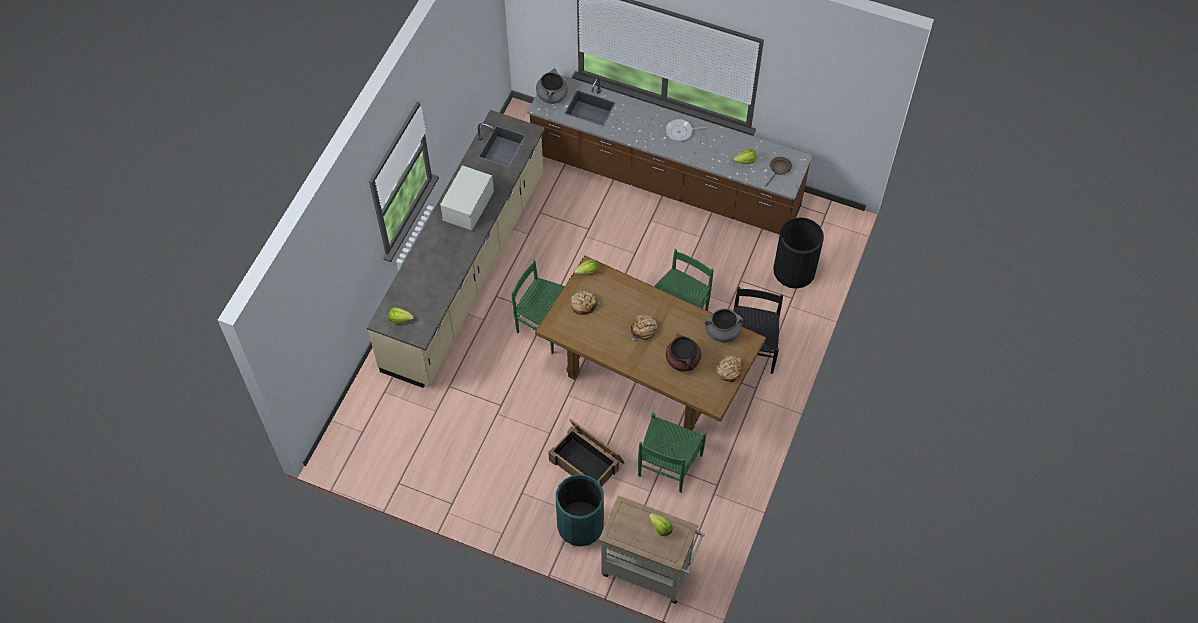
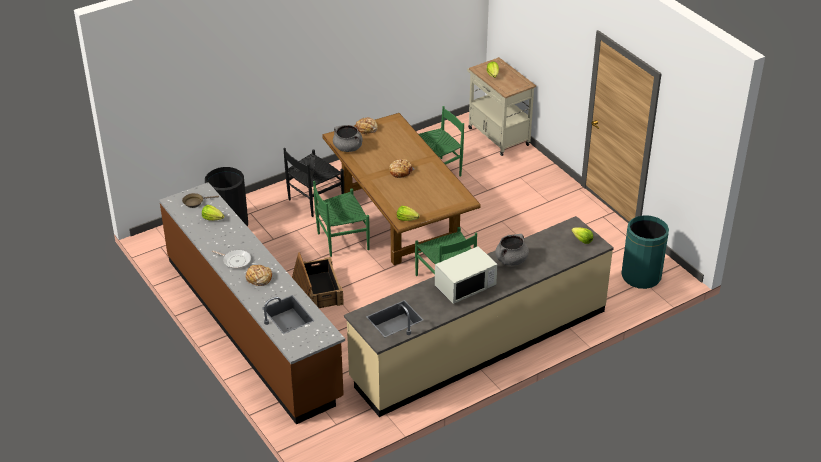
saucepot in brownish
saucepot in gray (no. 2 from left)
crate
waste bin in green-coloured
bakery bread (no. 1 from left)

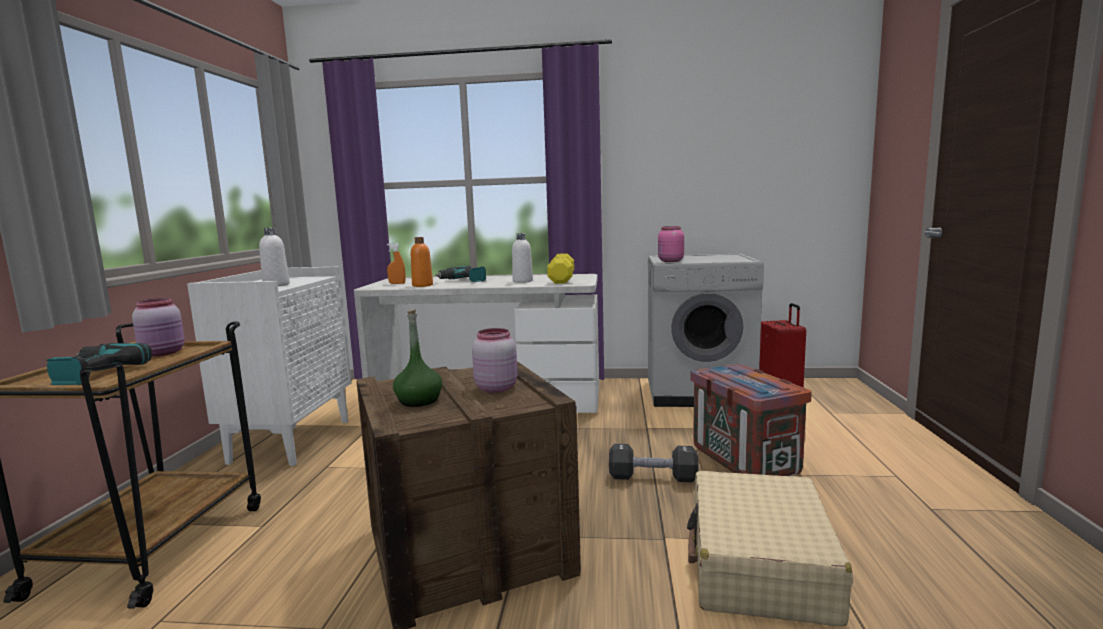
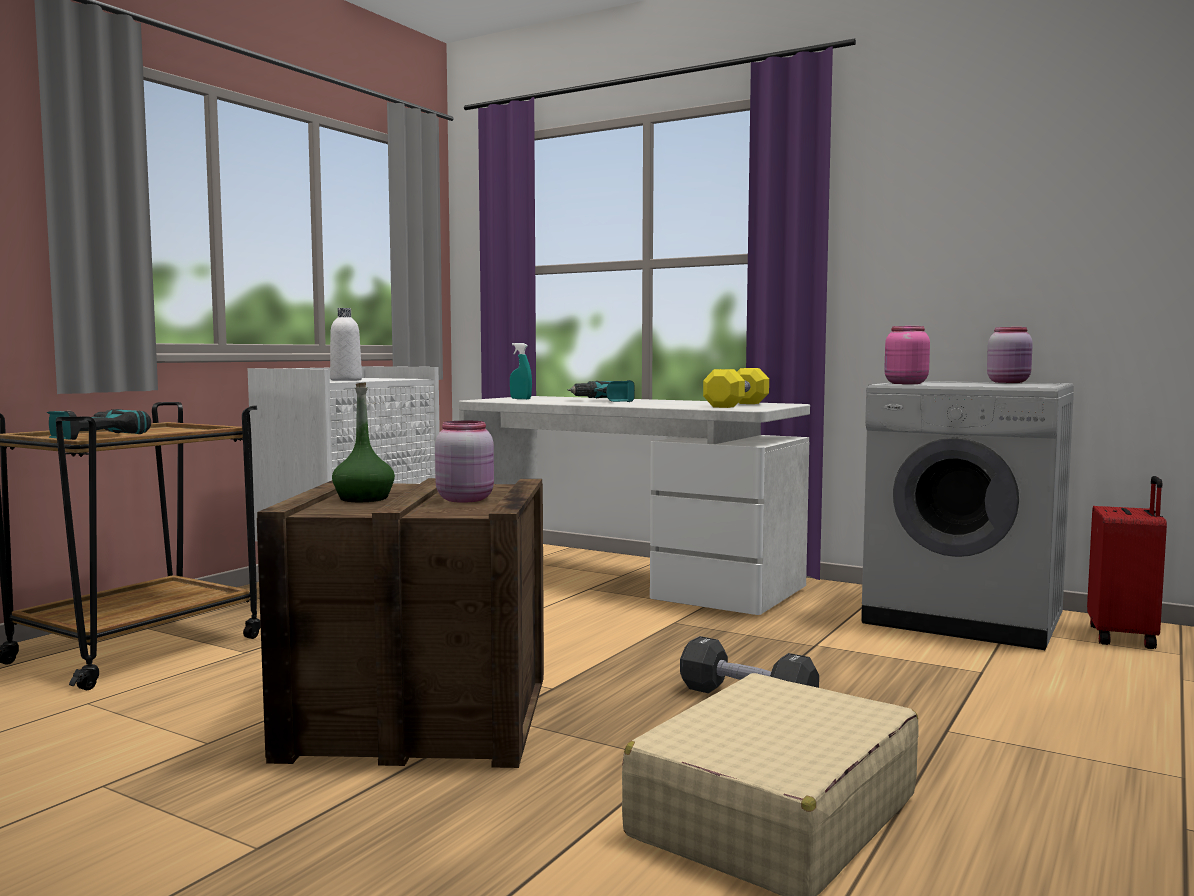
beverage bottle in orange-coloured
beverage bottle in white-coloured (no. 2 from left in the first image)
crate (no. 2 from left in the first image)
jar in pink (no. 3 from left)
spray bottle in turquoise-coloured

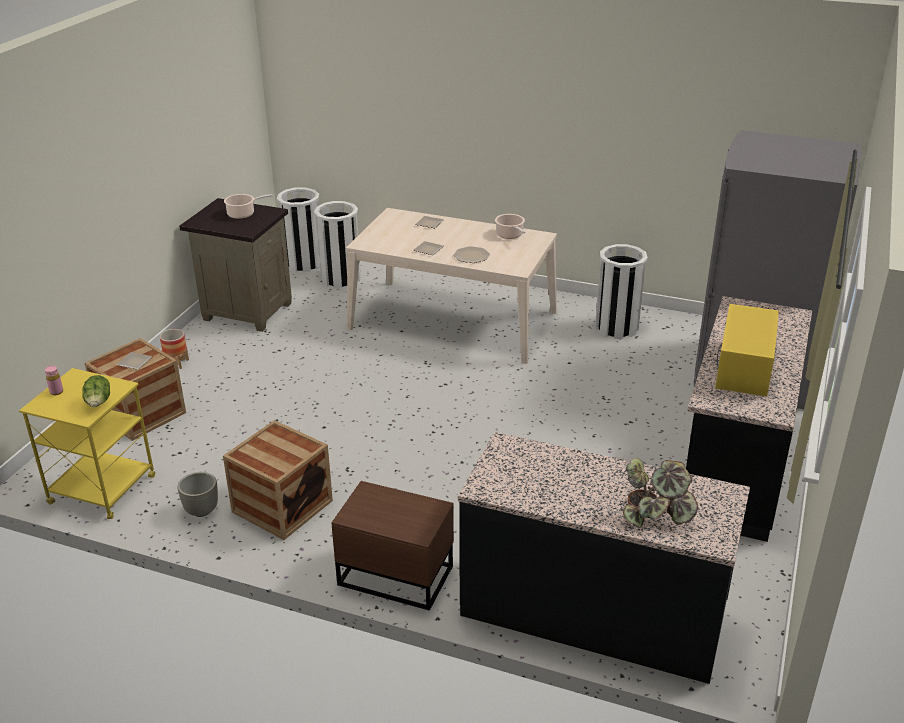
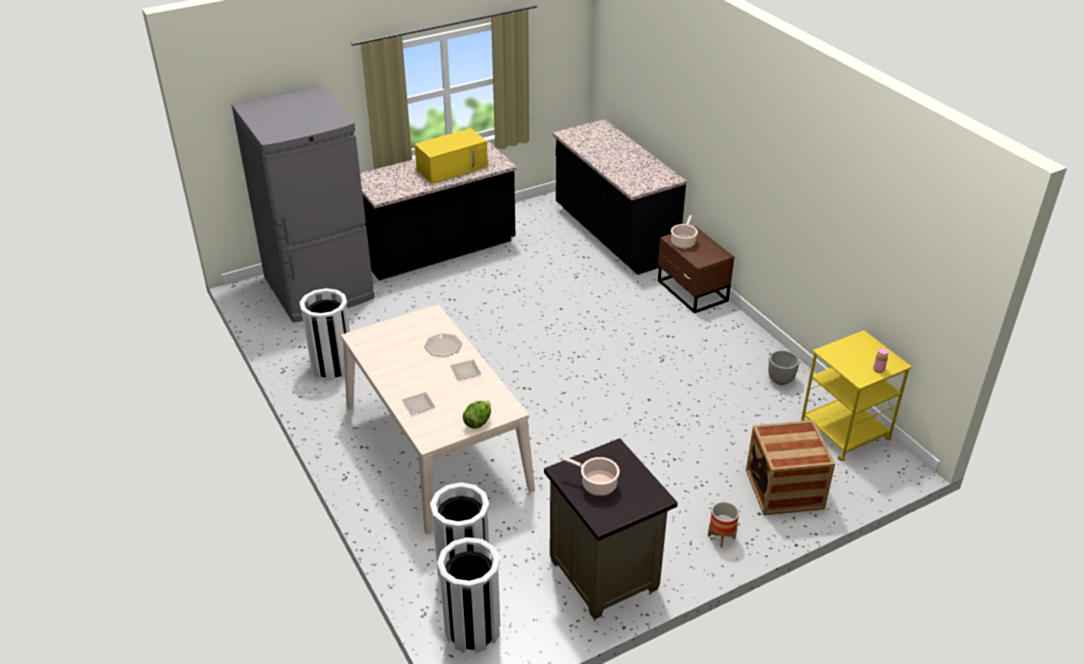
flat dish (no. 1 from left in the first image)
crate (no. 2 from left in the first image)
plant in a pot
head of lettuce
saucepot (no. 2 from left)

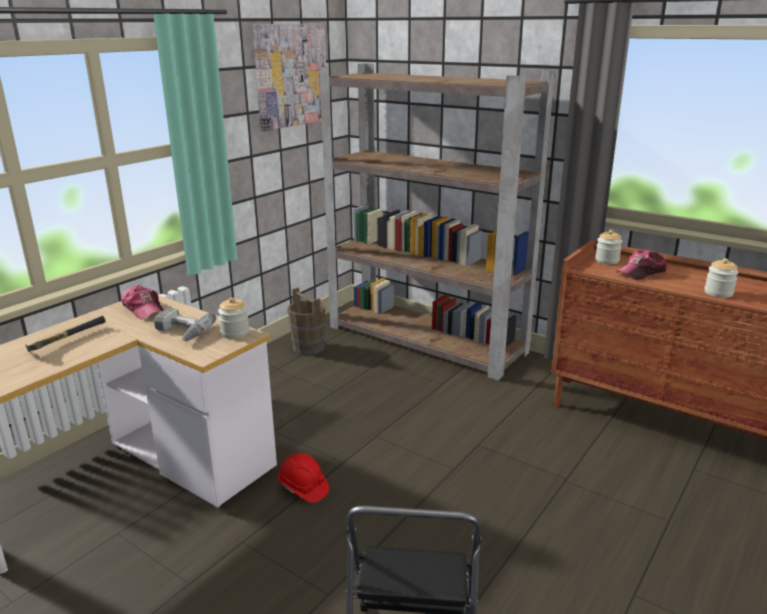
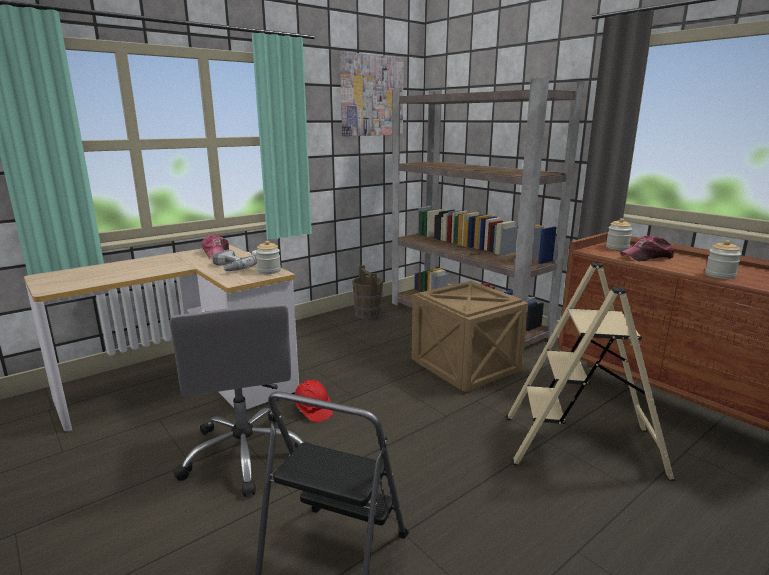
hand hammer
computer chair in gray
crate
stepladder in sand-coloured

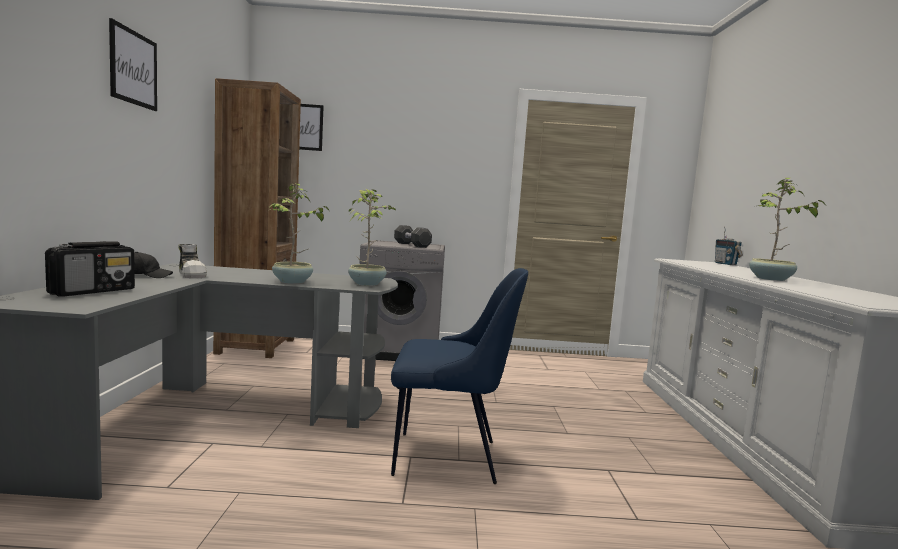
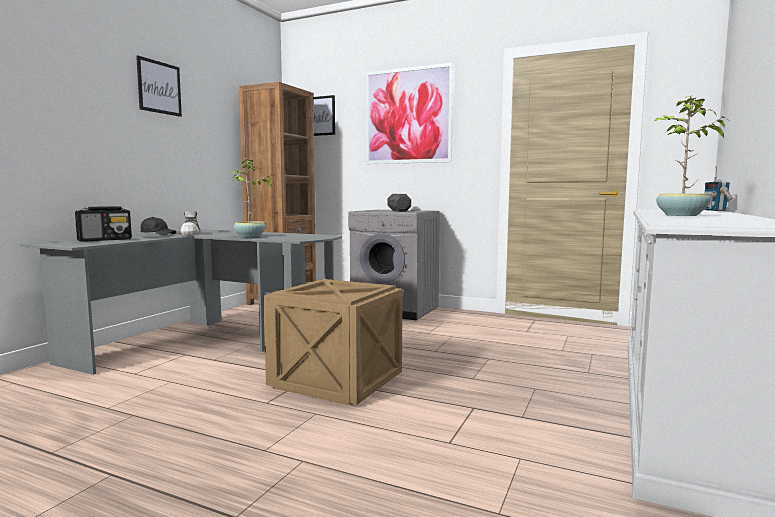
plant in a pot (no. 2 from left in the first image)
wall picture (no. 3 from left)
crate

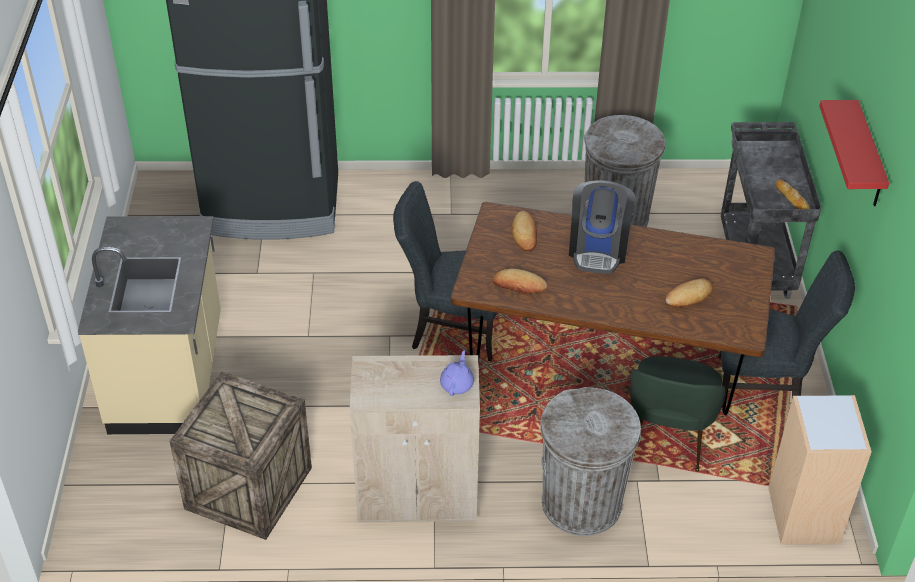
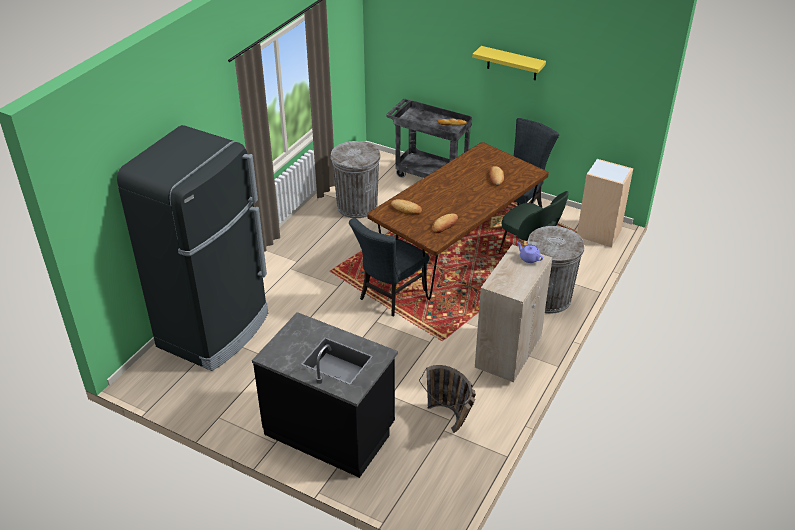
coffee machine
household basket
kitchen counter in black
bracket shelf in yellow-coloured

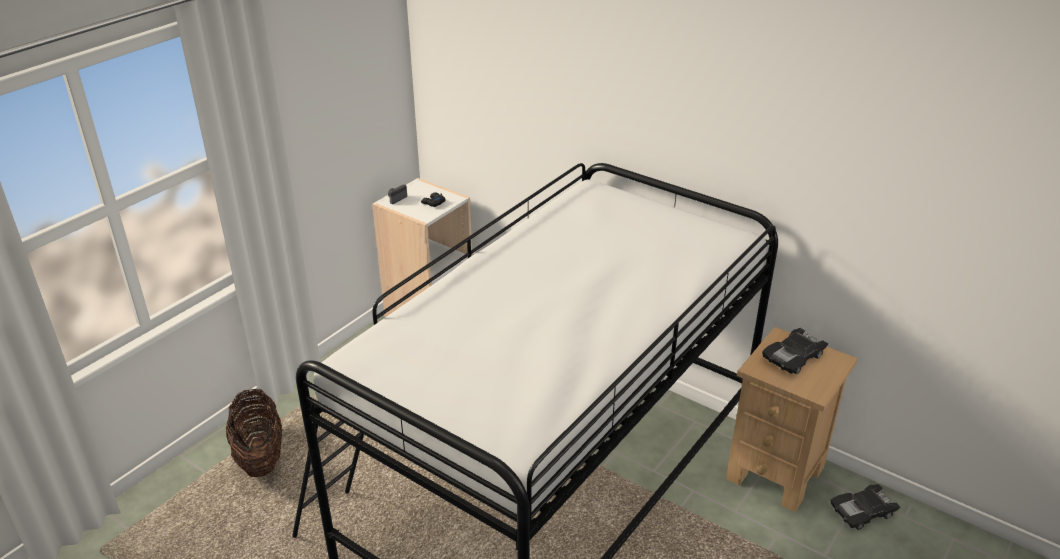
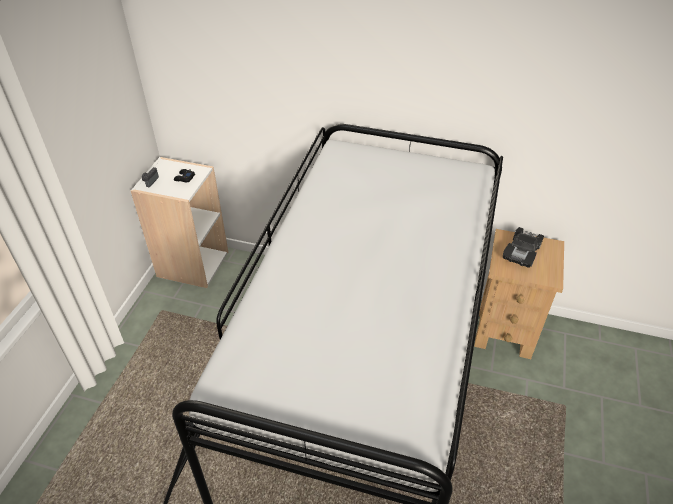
household basket
model car in black (no. 2 from left in the first image)

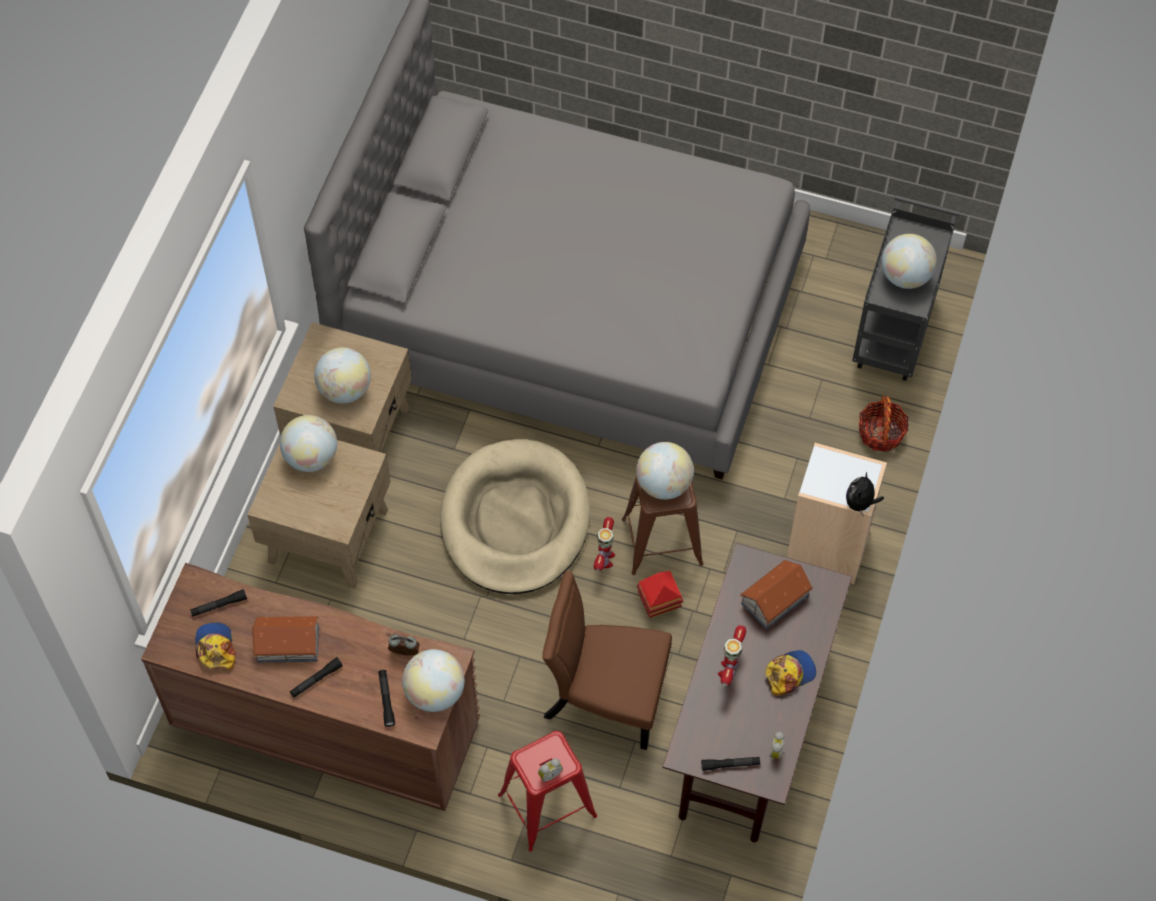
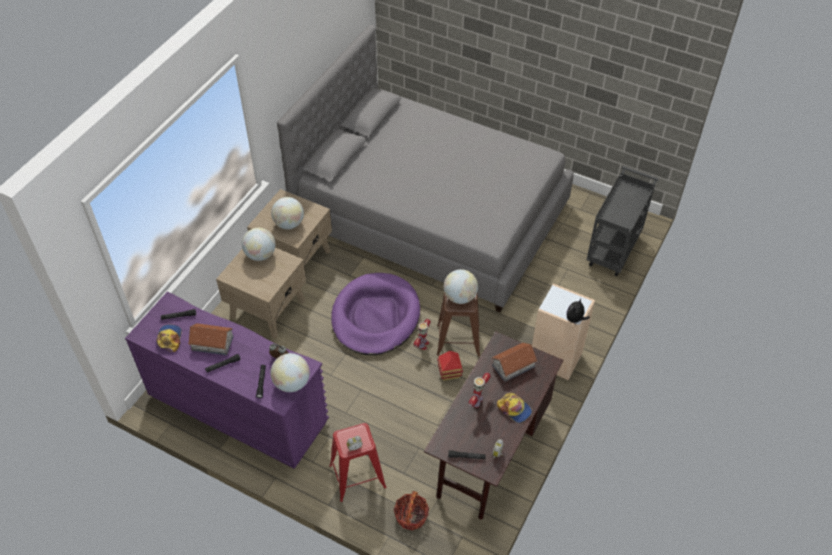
plain chair in brownish
desk globe (no. 5 from left in the first image)
household basket
dresser in purplish
dog cushion in purplish
peaked cap (no. 2 from left)

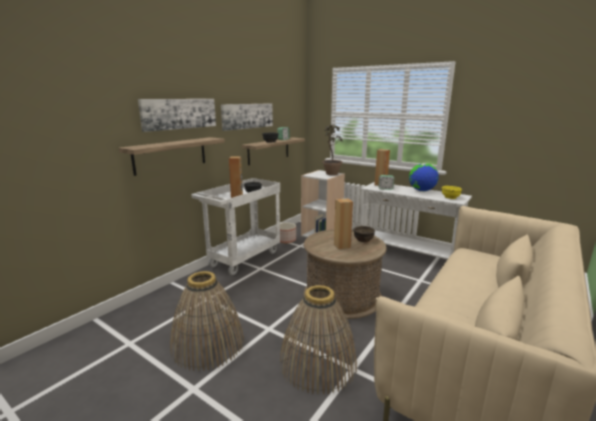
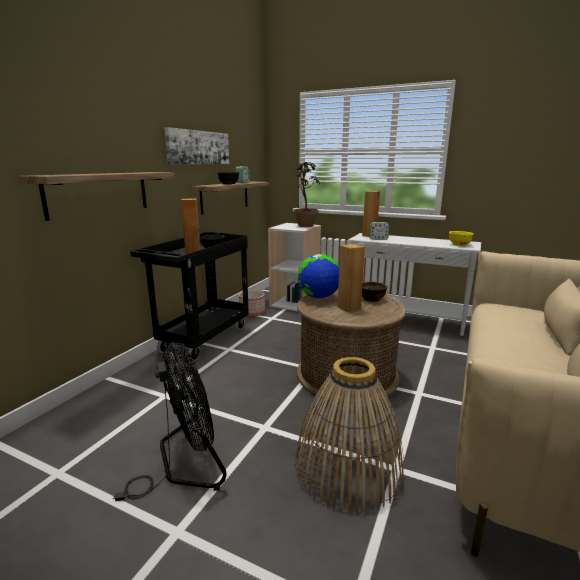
wall picture (no. 1 from left in the first image)
desk globe
fan in black
cart in black

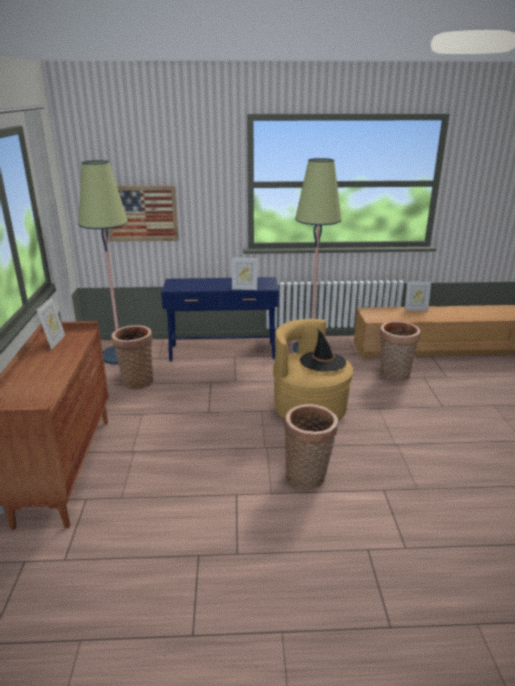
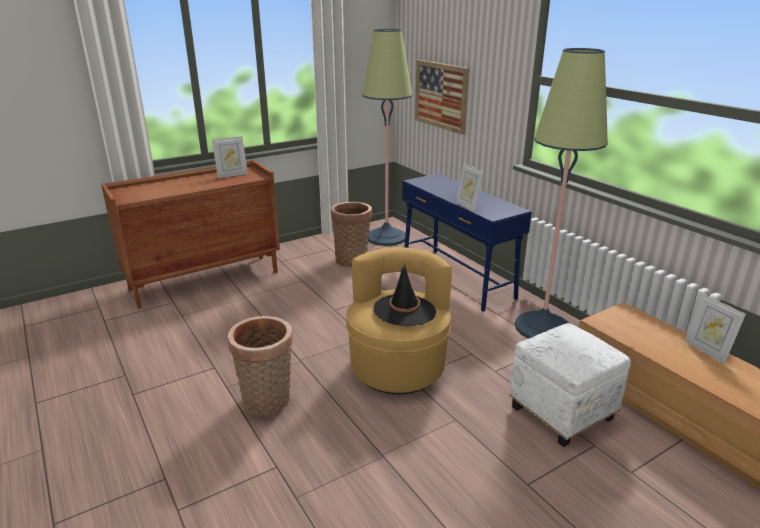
footrest in white-coloured

